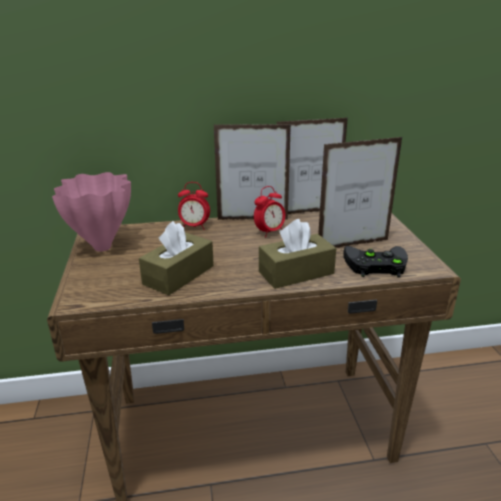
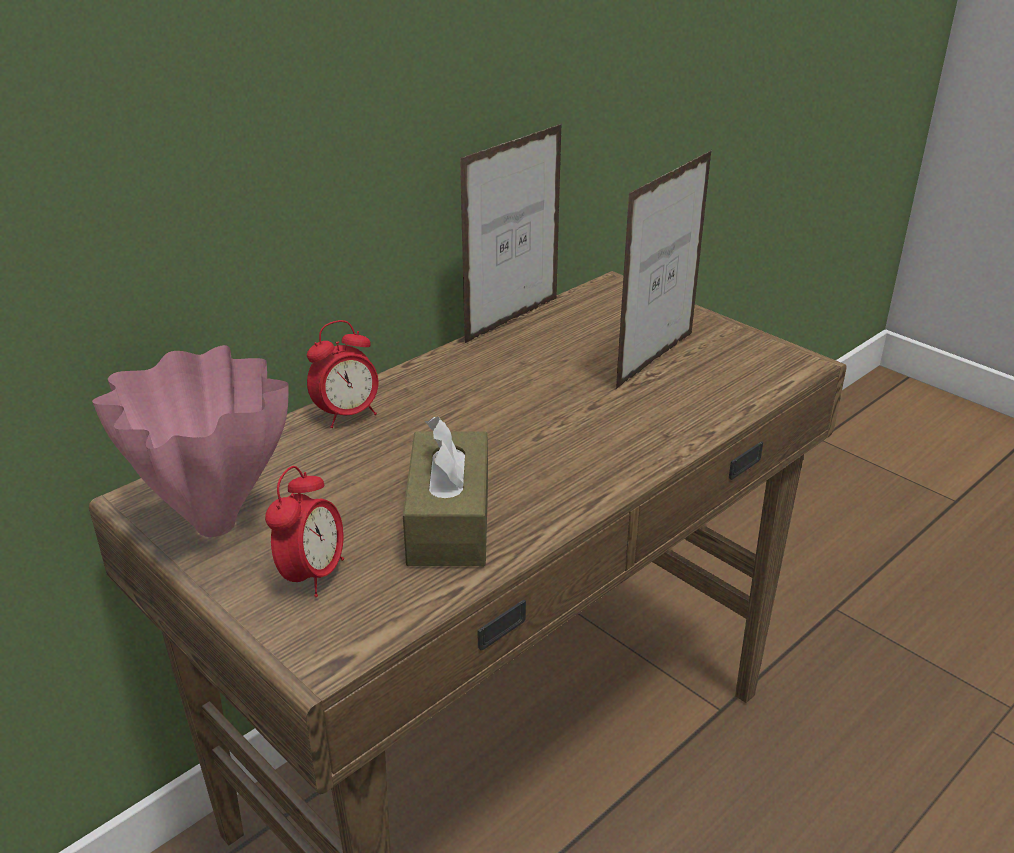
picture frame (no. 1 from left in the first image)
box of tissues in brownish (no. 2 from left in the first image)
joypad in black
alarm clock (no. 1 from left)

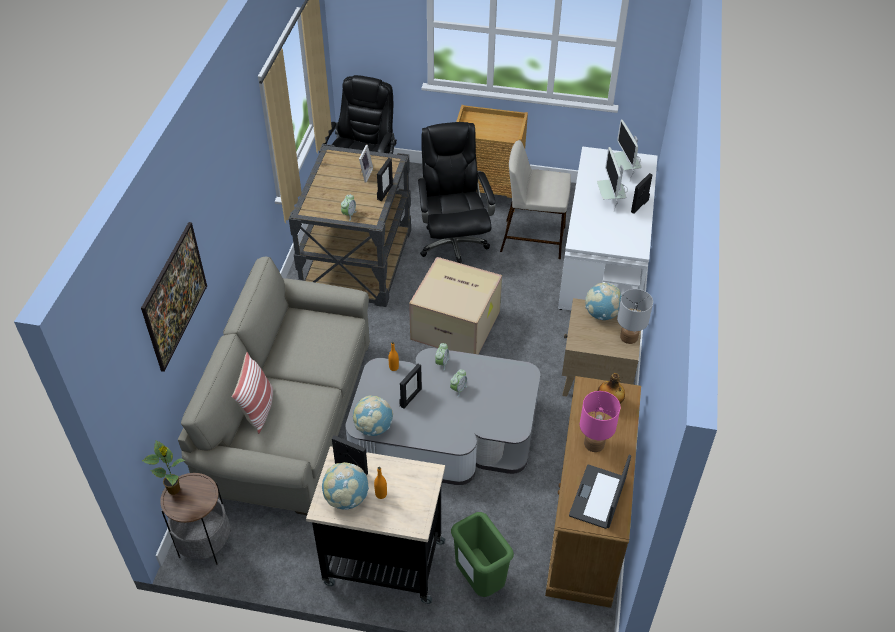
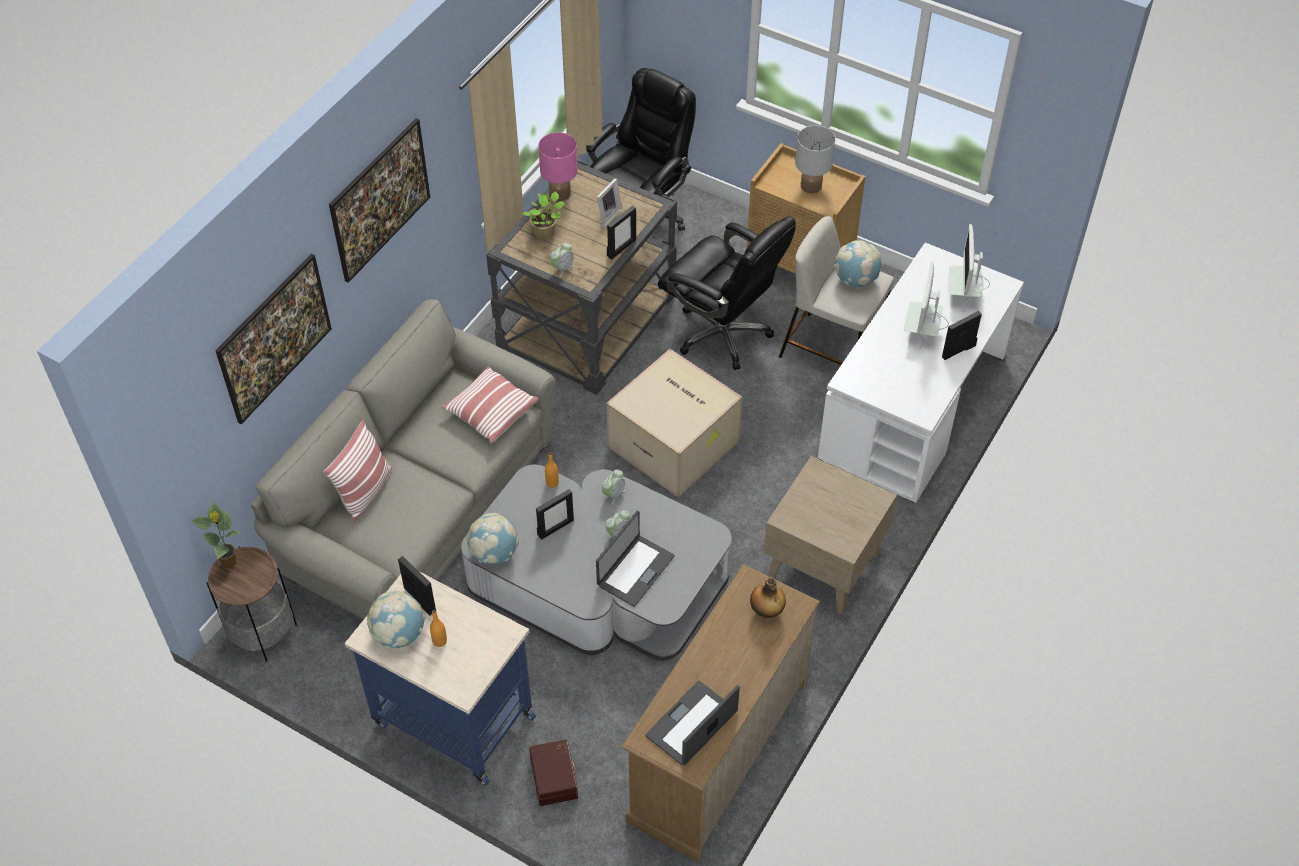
wall picture (no. 2 from left)
throw pillow (no. 2 from left)
plant in a pot (no. 2 from left)
notebook computer (no. 1 from left)
lamp for a table in pink
desk globe (no. 3 from left)
lamp for a table in gray
storage container in brownish
cart in blue-coloured
computer chair in black (no. 2 from left)

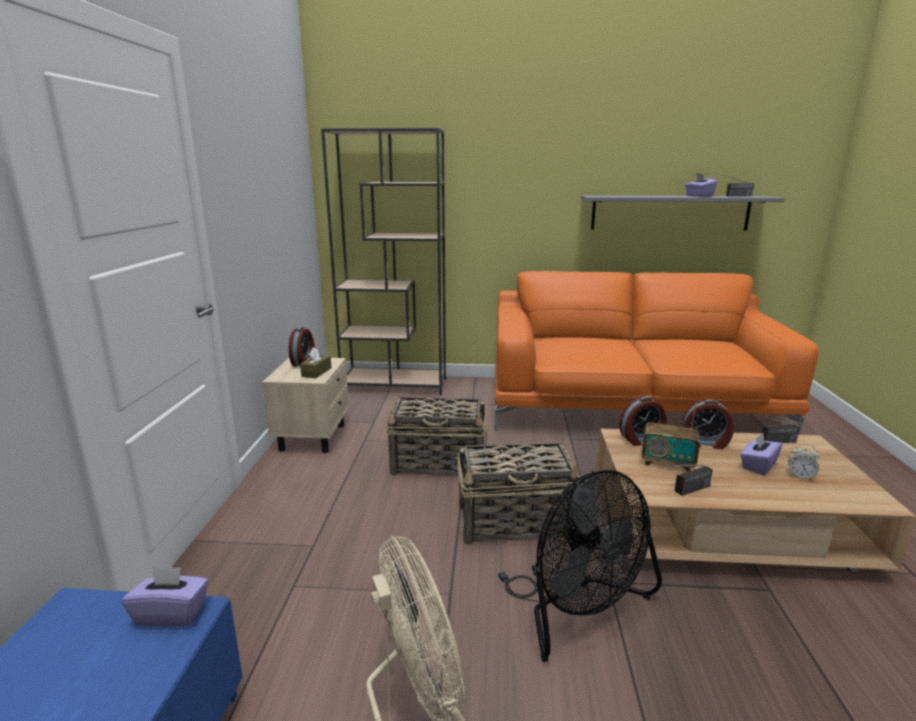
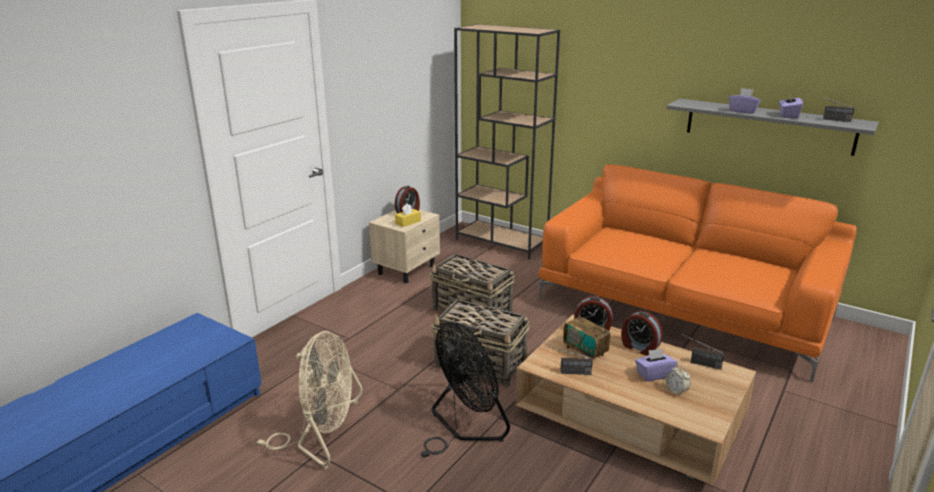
box of tissues in purplish (no. 2 from left)
box of tissues in yellow-coloured
fan in black

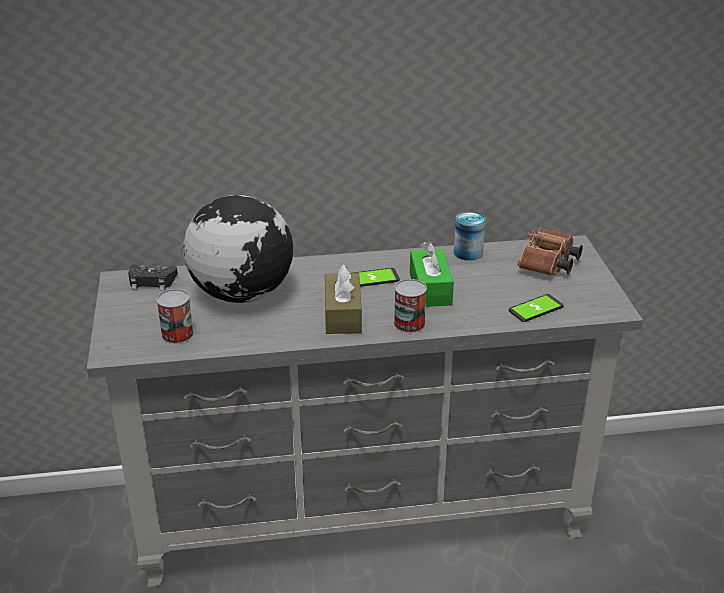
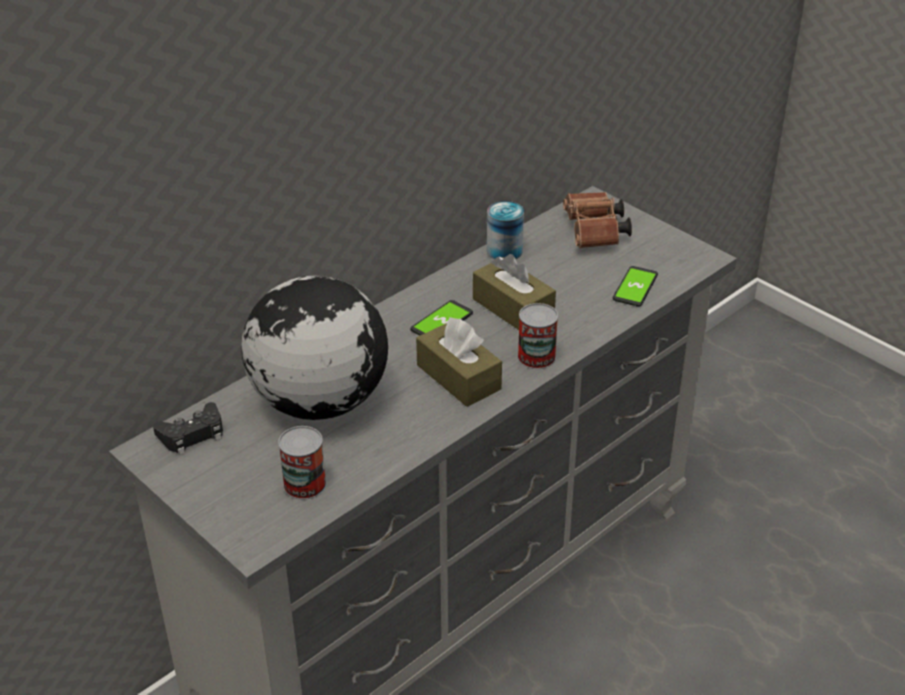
box of tissues in brownish (no. 2 from left)

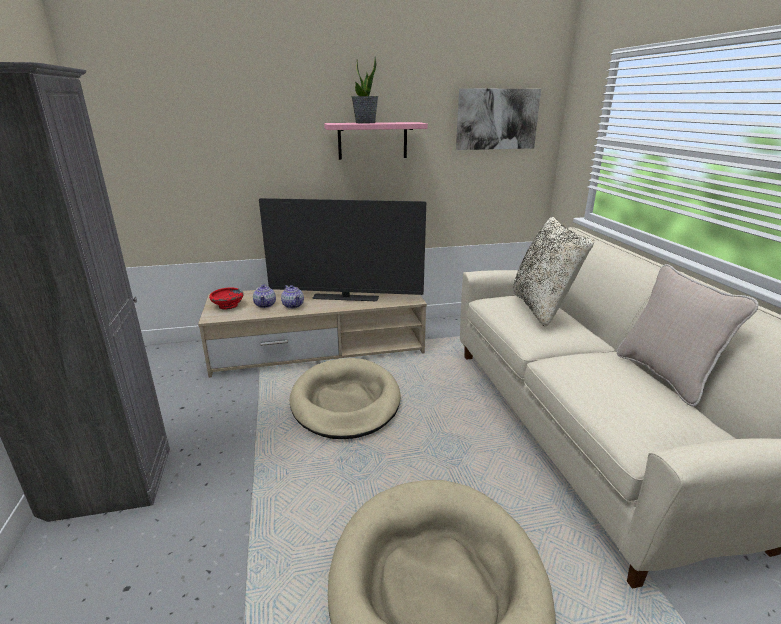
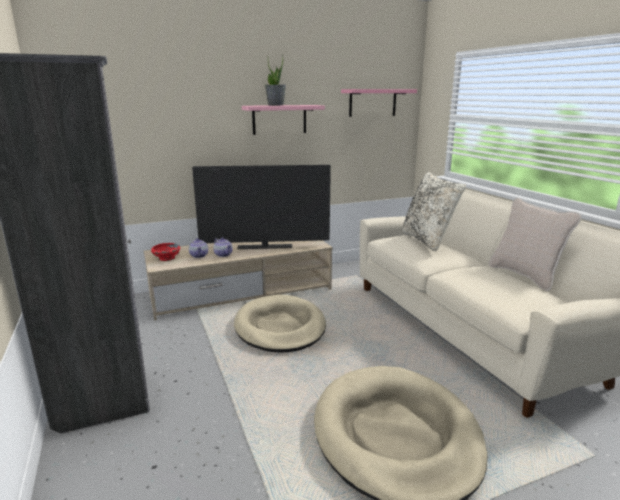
bracket shelf in pink (no. 2 from left)

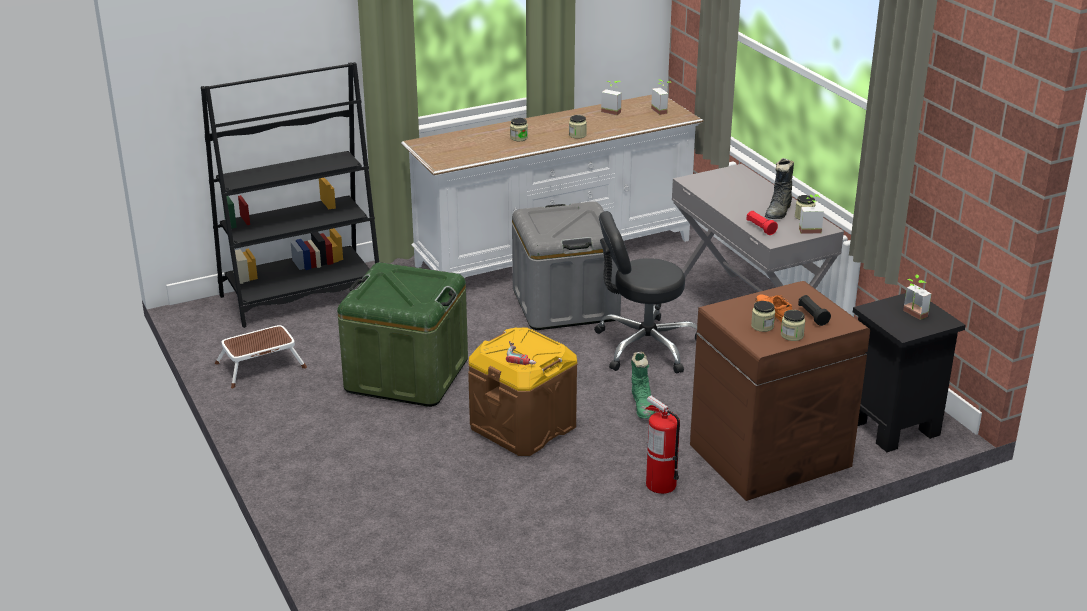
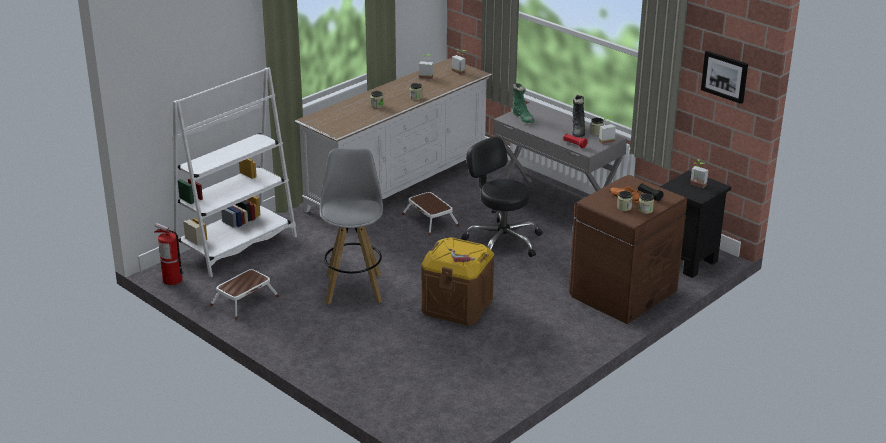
wall picture
boot in green-coloured
fire-fighting cylinder
stool seat in gray
stepladder in brownish (no. 2 from left)
bookcase in white-coloured
computer chair in black

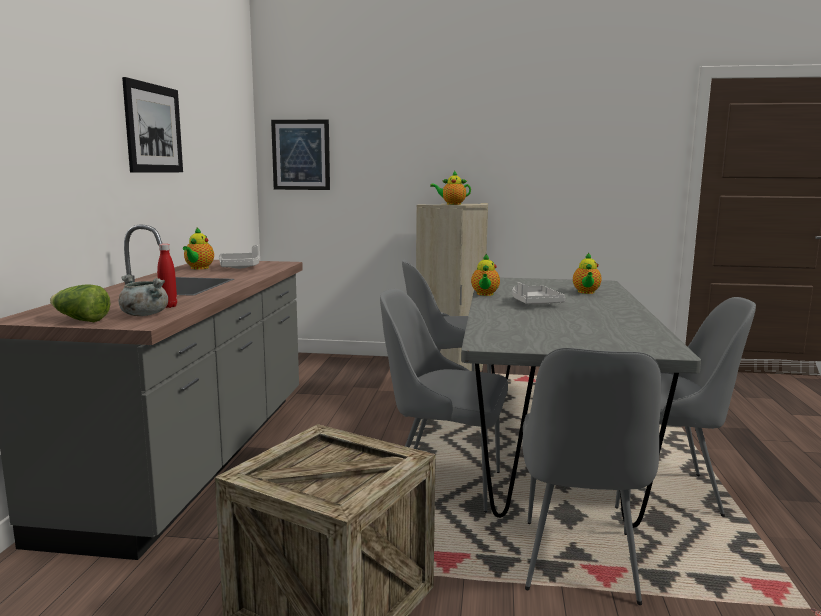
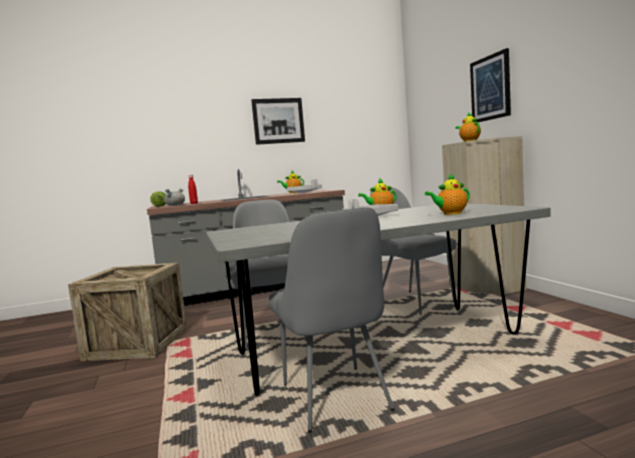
plain chair in gray (no. 3 from left in the first image)
wall picture (no. 2 from left)

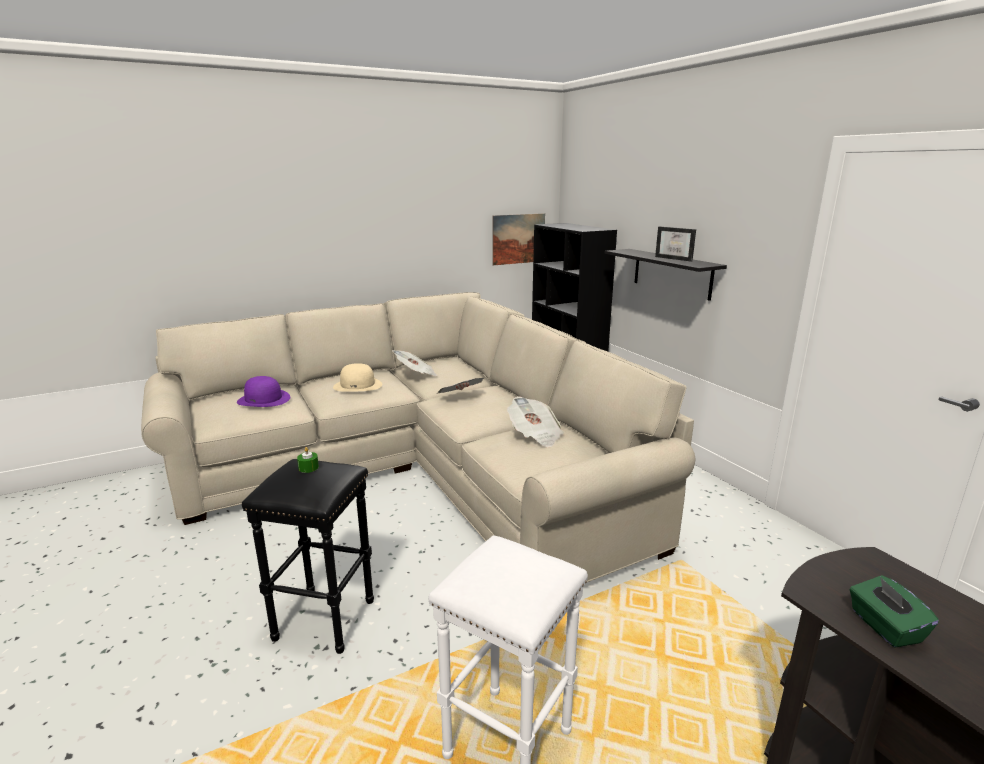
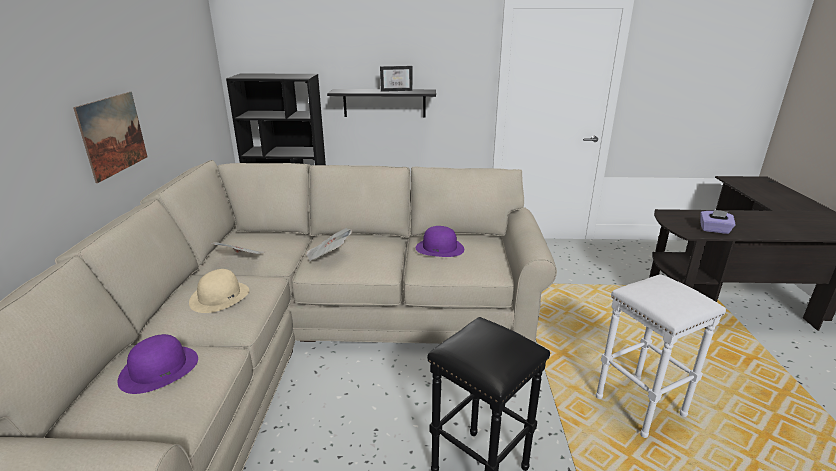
wax light in green-coloured
wall picture
hat in purplish (no. 2 from left)
box of tissues in purplish

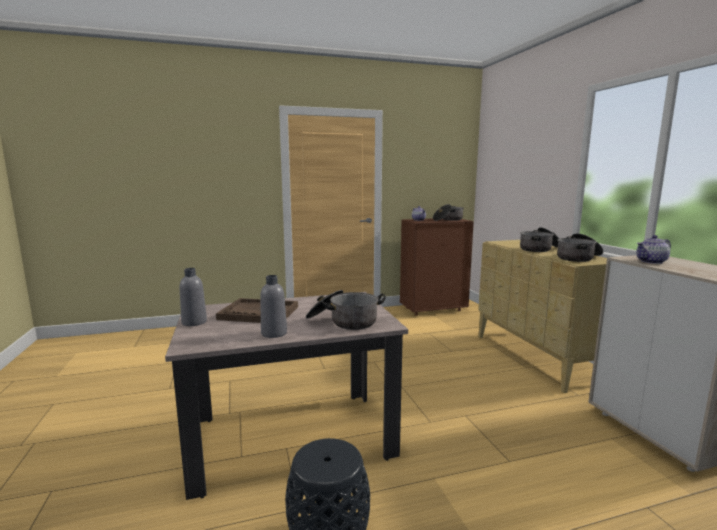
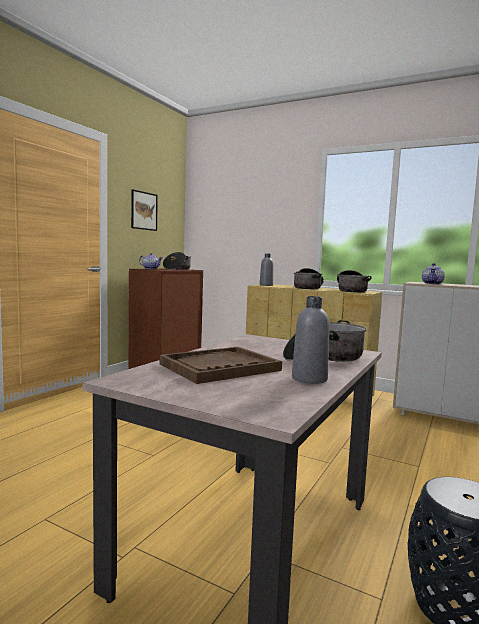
wall picture
beverage bottle in gray (no. 1 from left)

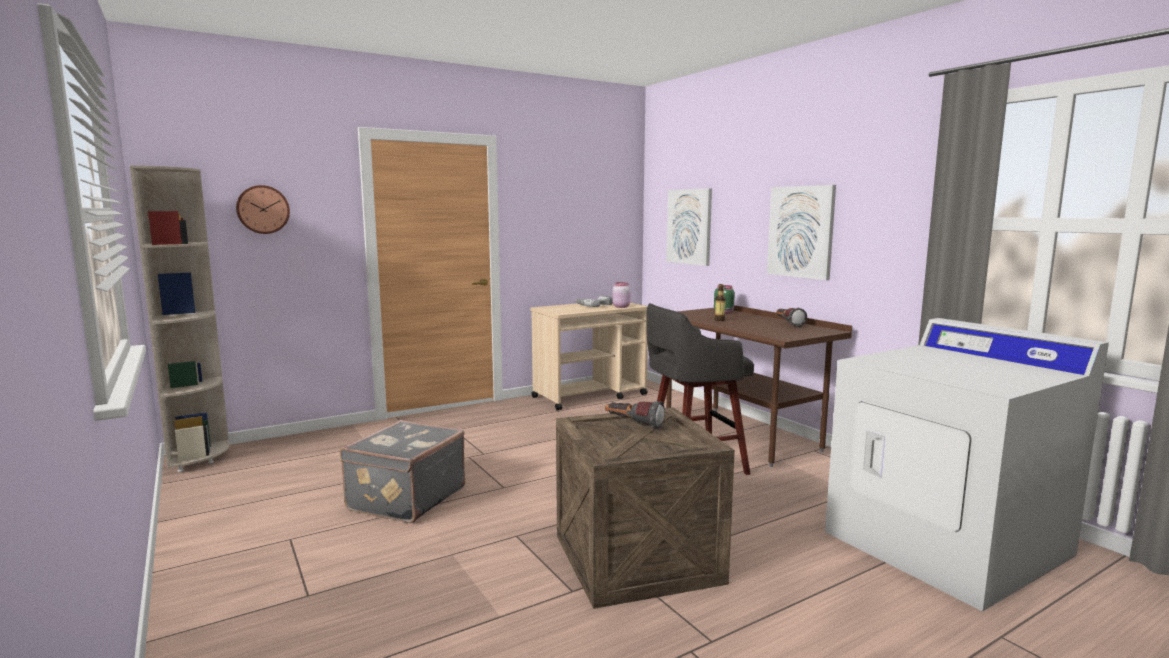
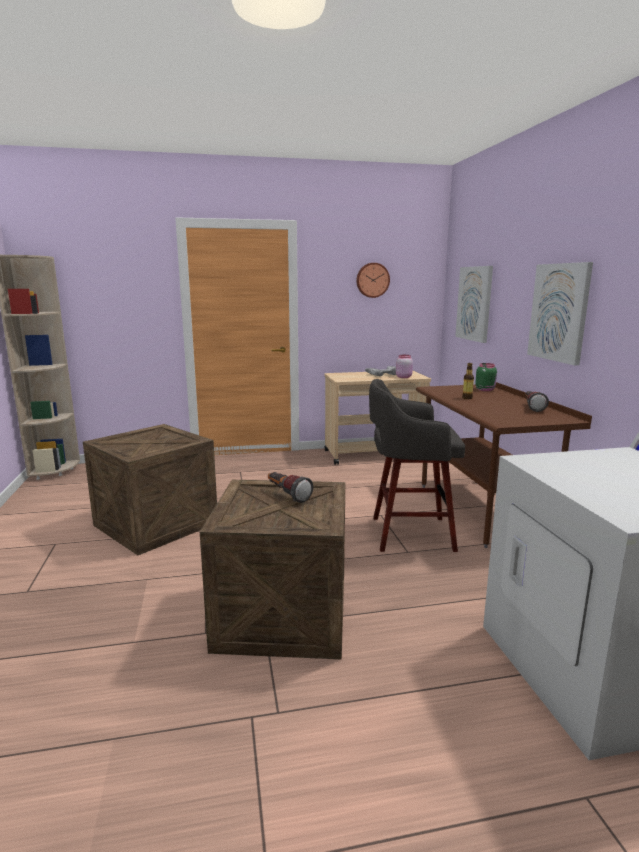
hanging clock
crate (no. 1 from left)

